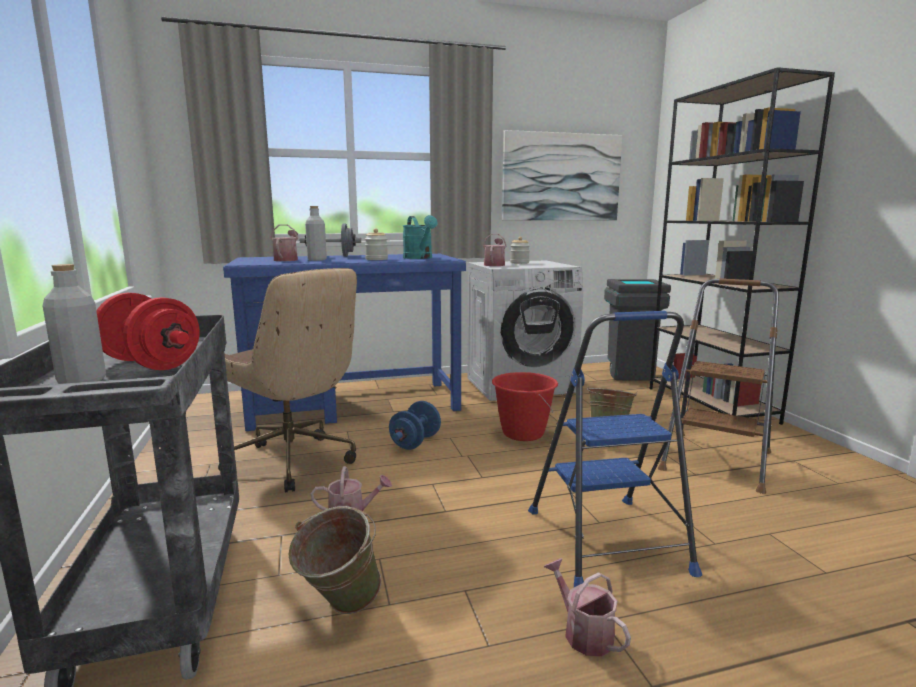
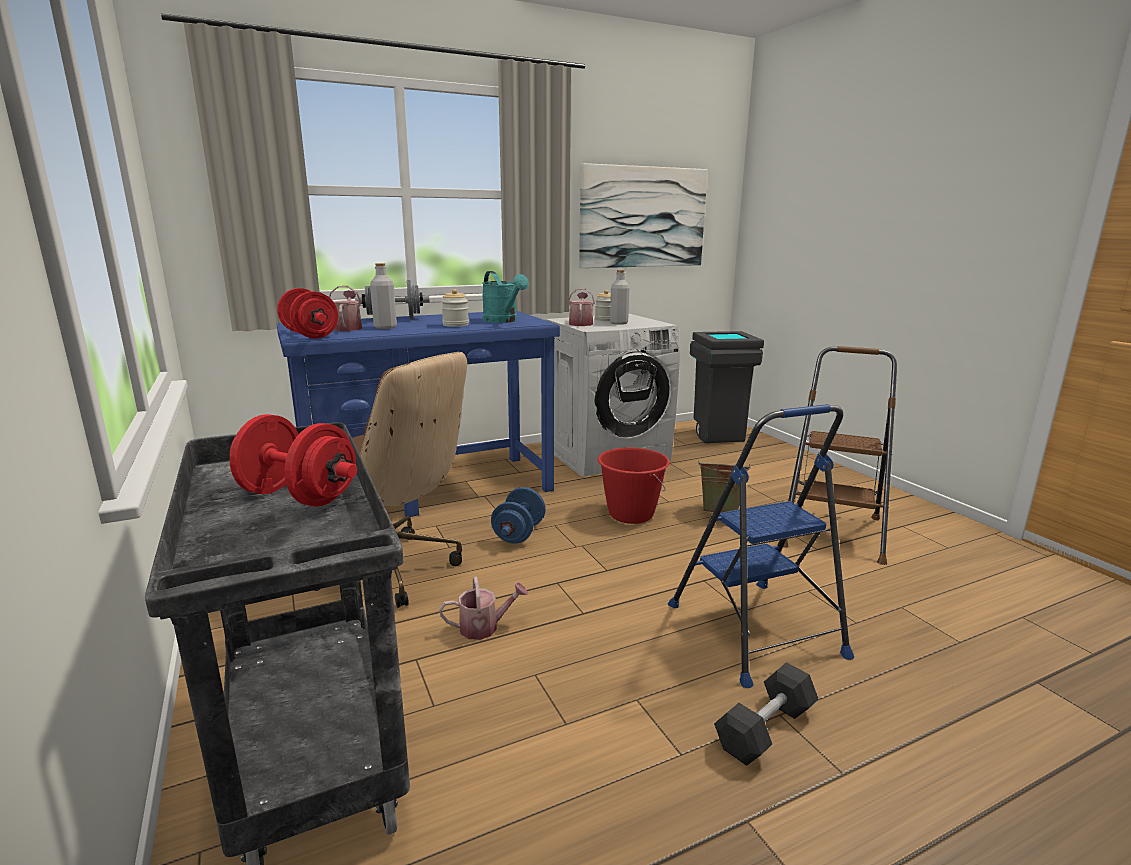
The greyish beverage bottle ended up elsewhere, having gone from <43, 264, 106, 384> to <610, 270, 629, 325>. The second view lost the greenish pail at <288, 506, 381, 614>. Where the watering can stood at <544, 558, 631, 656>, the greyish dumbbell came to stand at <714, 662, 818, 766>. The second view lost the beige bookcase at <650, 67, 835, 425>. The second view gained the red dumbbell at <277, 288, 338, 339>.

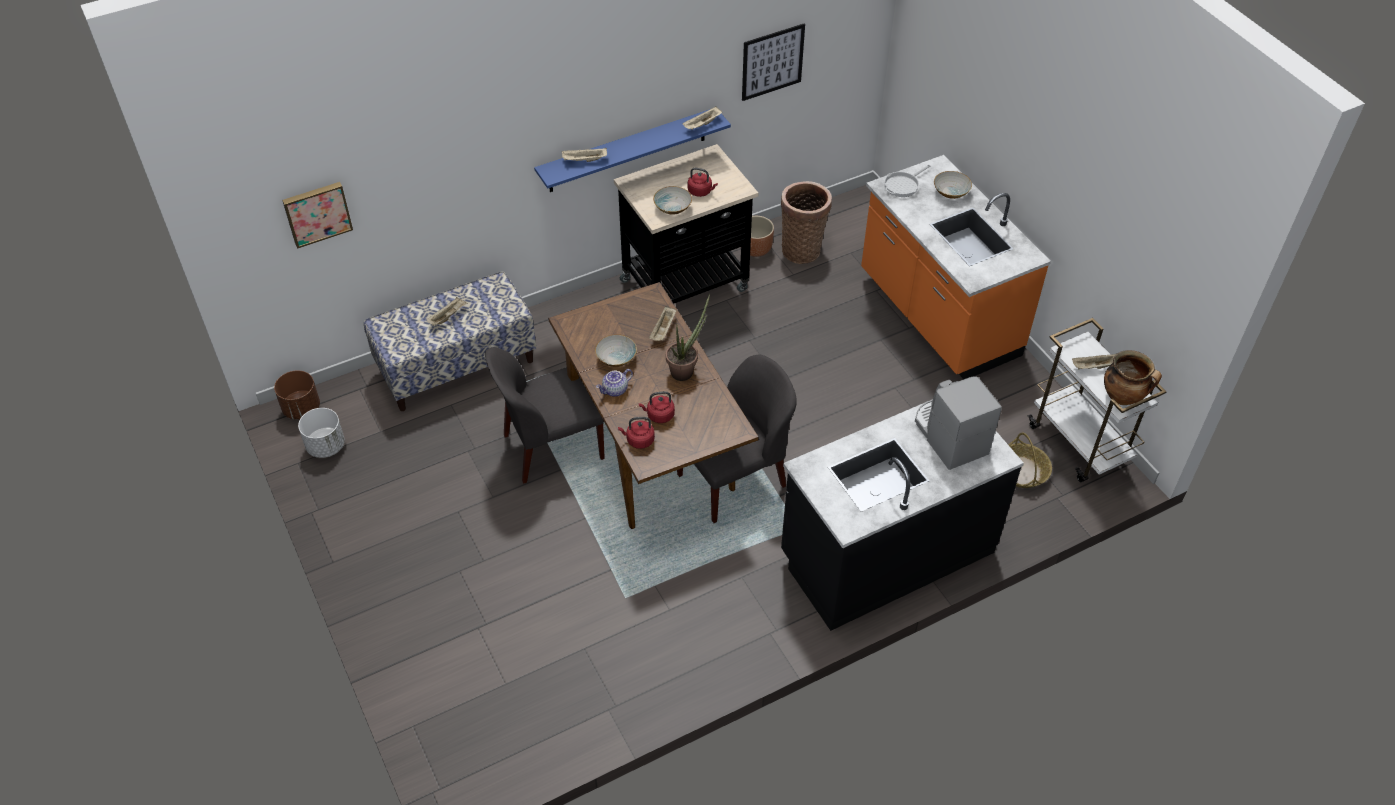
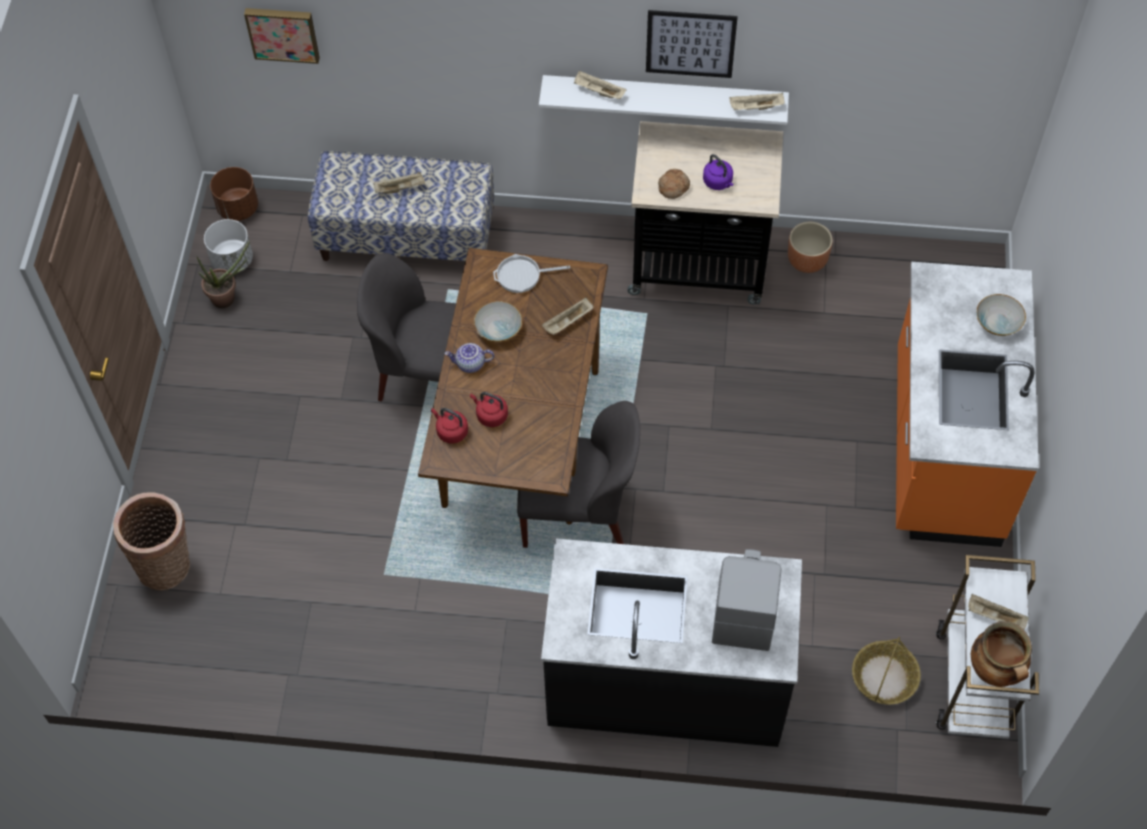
What was the blue wall shelf at <534, 109, 731, 192> turned into the white-coloured wall shelf at <539, 75, 789, 125>. Where the serving bowl stood at <653, 186, 692, 215>, the baked bread came to stand at <658, 169, 690, 199>. The houseplant ended up elsewhere, having gone from <666, 294, 710, 381> to <196, 241, 250, 308>. What was the red water kettle at <688, 168, 718, 197> turned into the purplish water kettle at <703, 154, 734, 190>. The wall art ended up elsewhere, having gone from <742, 24, 805, 101> to <646, 10, 738, 78>. The household basket ended up elsewhere, having gone from <781, 181, 832, 264> to <113, 492, 190, 590>. The frying pan ended up elsewhere, having gone from <885, 165, 930, 197> to <493, 254, 570, 293>.

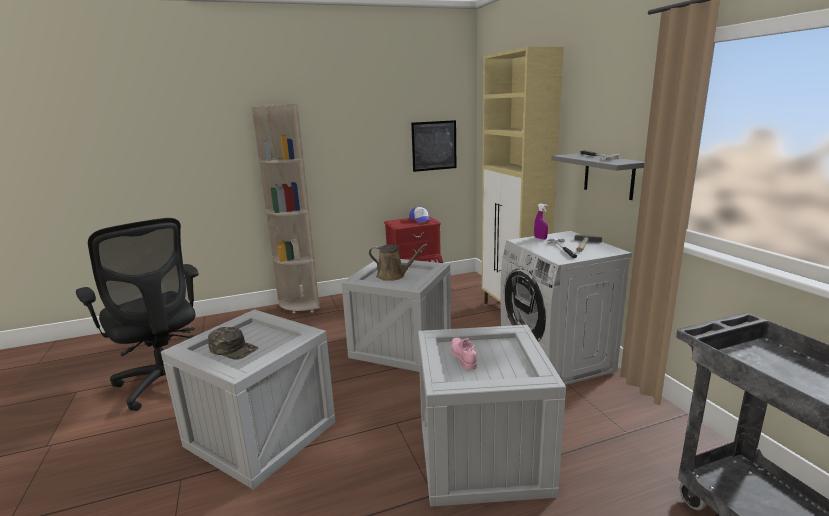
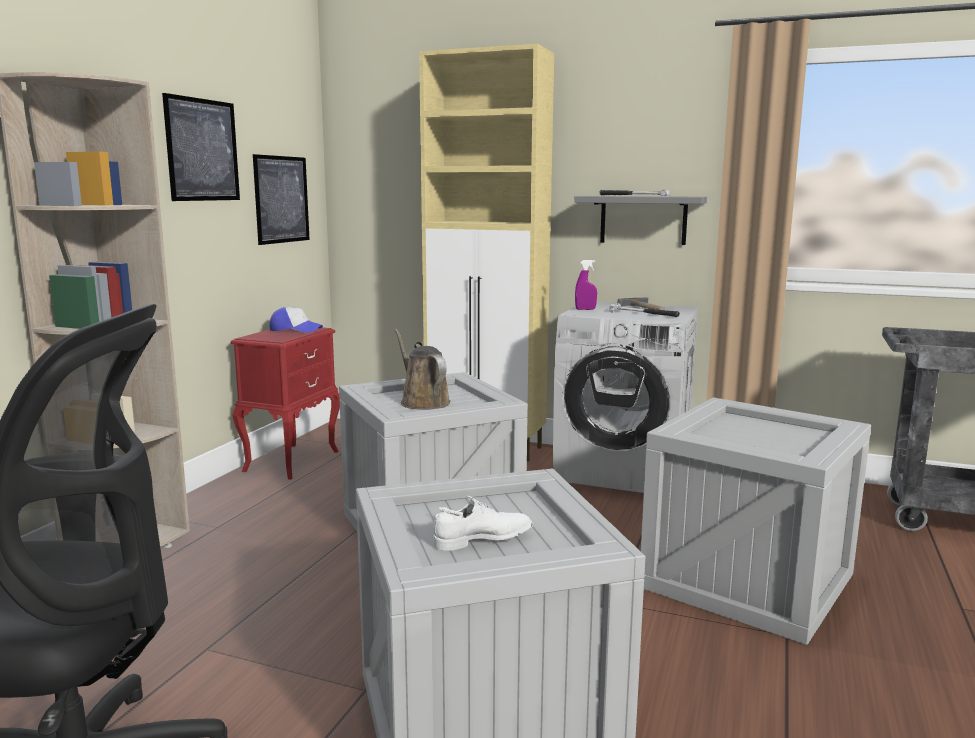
Where the greenish baseball cap stood at <208, 327, 258, 360>, the white-coloured low shoe came to stand at <433, 496, 533, 551>. The brown watering can at <369, 244, 428, 281> ended up facing another way, 90 degrees counterclockwise from before. The second view lost the pink-coloured low shoe at <451, 337, 477, 370>. The second view gained the wall art at <162, 93, 240, 201>.

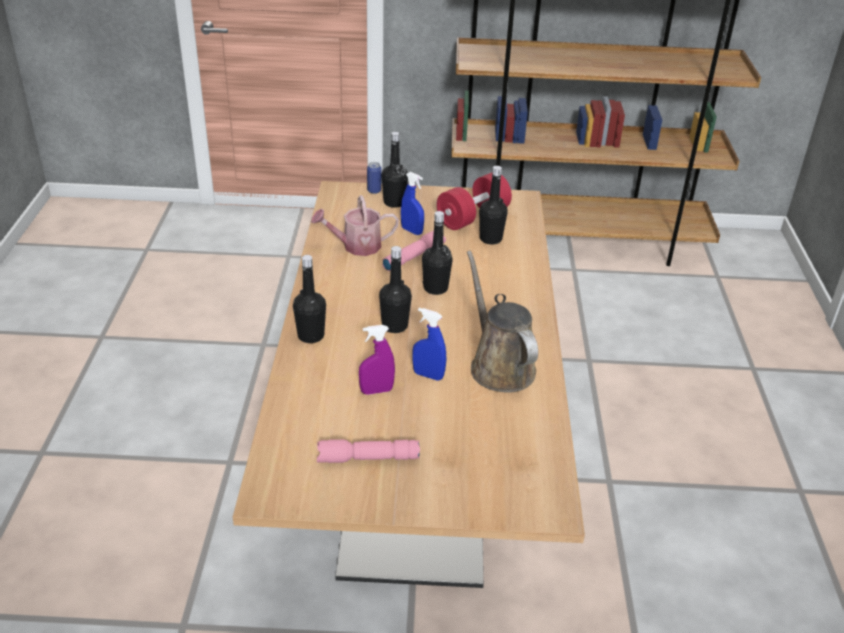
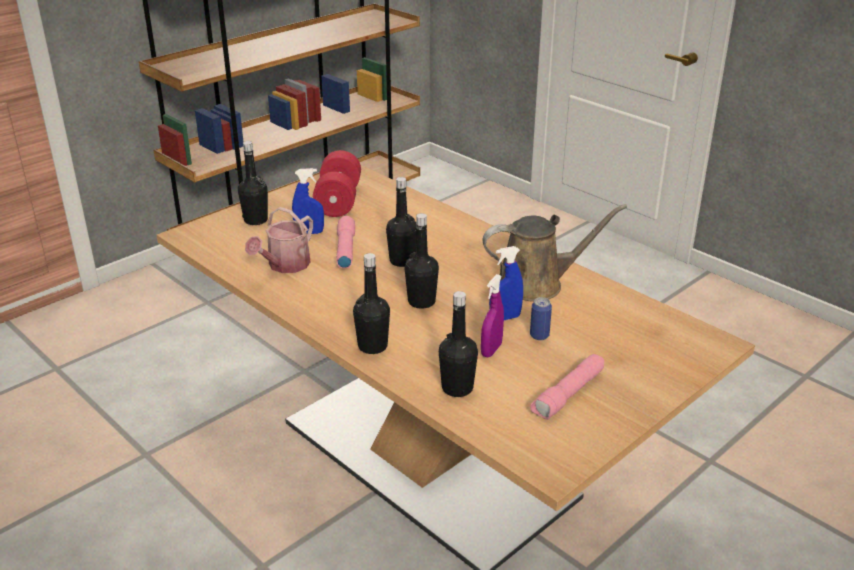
The metal can ended up elsewhere, having gone from <367, 162, 381, 194> to <530, 297, 552, 340>. The brown watering can at <467, 251, 538, 393> ended up facing another way, 150 degrees clockwise from before. The blackish beverage bottle ended up elsewhere, having gone from <479, 166, 508, 244> to <439, 291, 478, 397>.

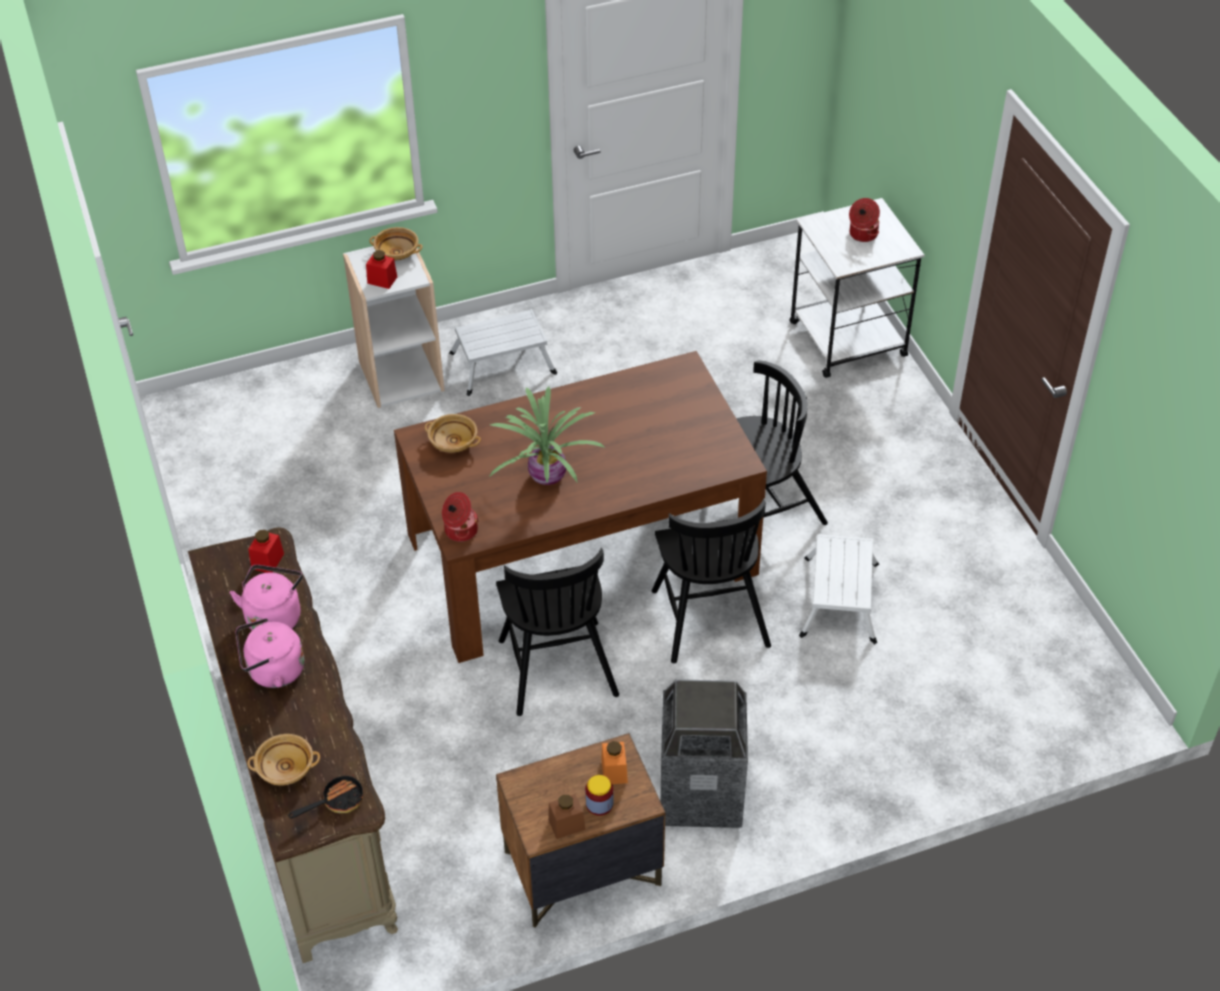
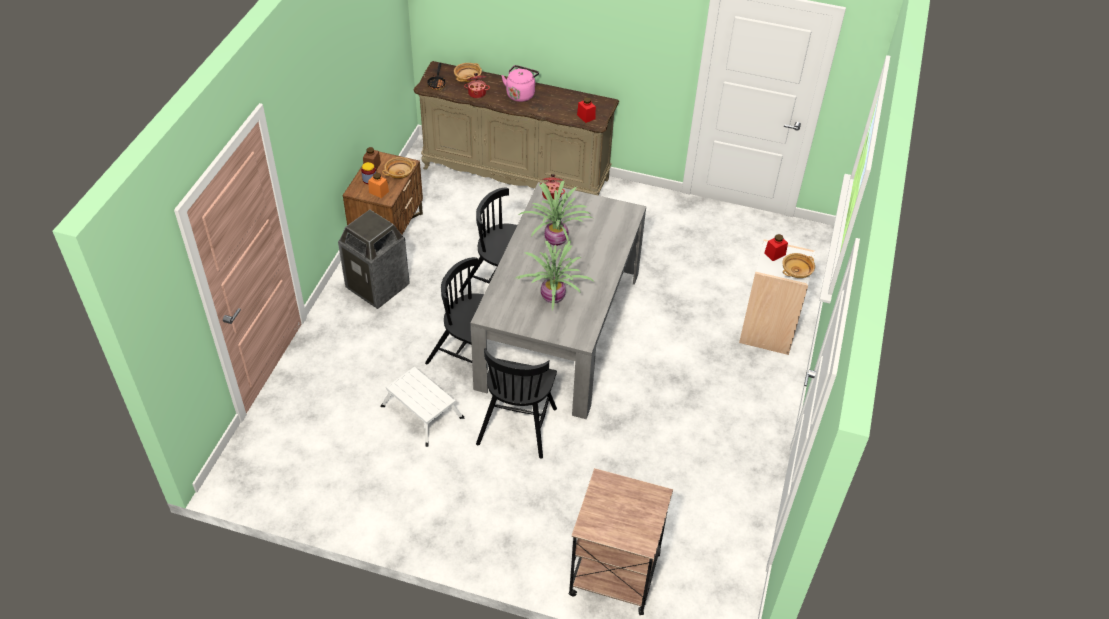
The second view lost the pink-coloured water kettle at <230, 565, 303, 630>. What was the brown dinner table at <394, 351, 767, 663> turned into the greyish dinner table at <471, 182, 646, 419>. The beige serving bowl ended up elsewhere, having gone from <425, 414, 481, 453> to <382, 157, 416, 179>. The second view lost the white-coloured step ladder at <449, 309, 557, 396>. What was the white-coloured wheeled cart at <789, 198, 925, 378> turned into the brown wheeled cart at <569, 468, 673, 615>. The saucepot ended up elsewhere, having gone from <849, 198, 880, 242> to <464, 73, 490, 98>. The second view gained the houseplant at <515, 240, 594, 311>.

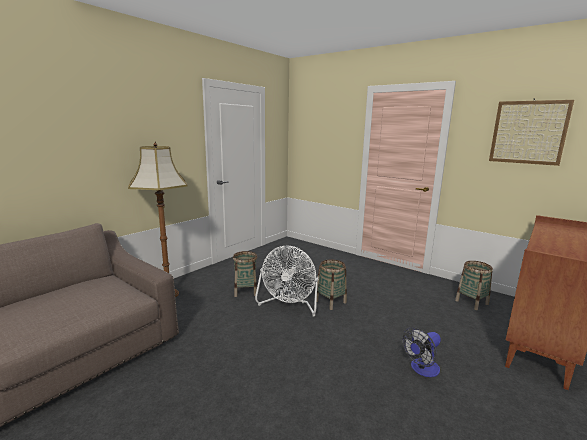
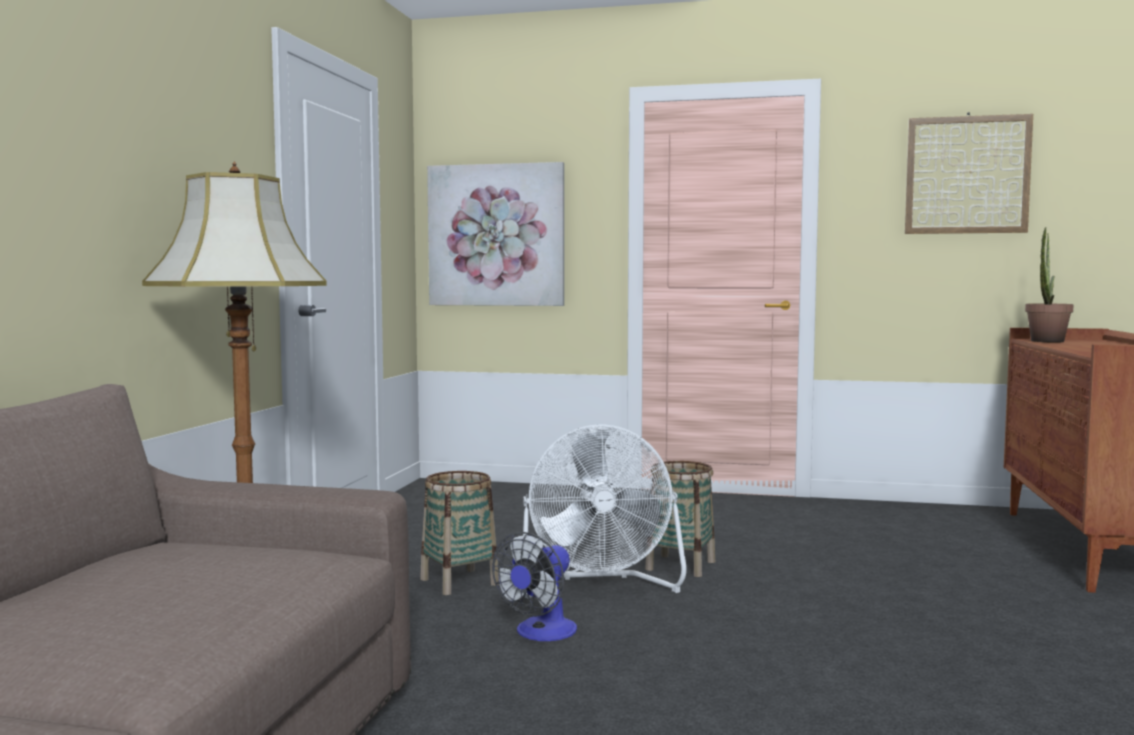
The electric fan ended up elsewhere, having gone from <403, 327, 441, 377> to <492, 532, 577, 641>. The second view lost the household basket at <455, 261, 493, 310>. The second view gained the wall art at <427, 162, 564, 306>. The second view gained the houseplant at <1025, 227, 1073, 342>.

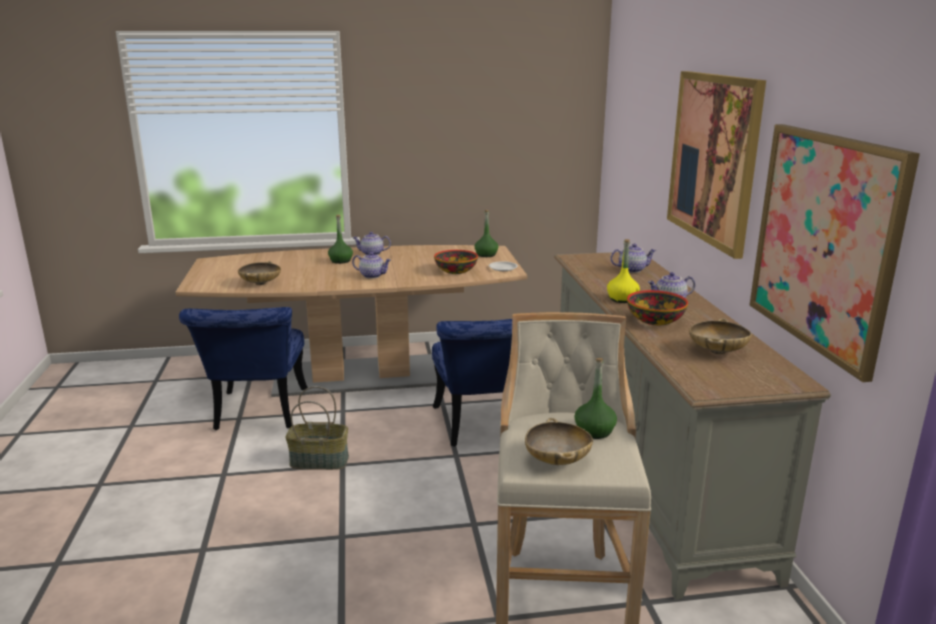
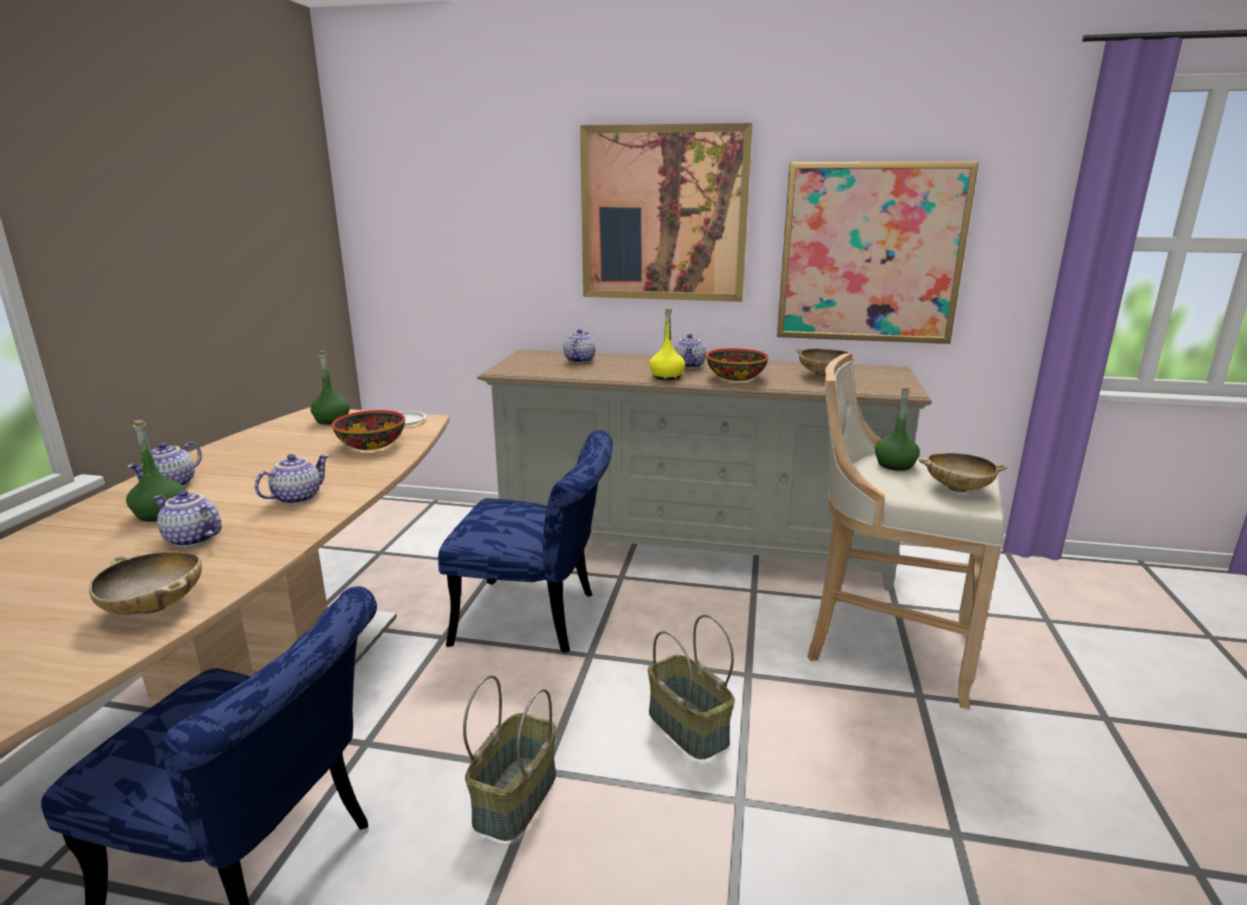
The second view gained the tea pot at <153, 490, 222, 547>. The second view gained the household basket at <648, 614, 735, 759>.

